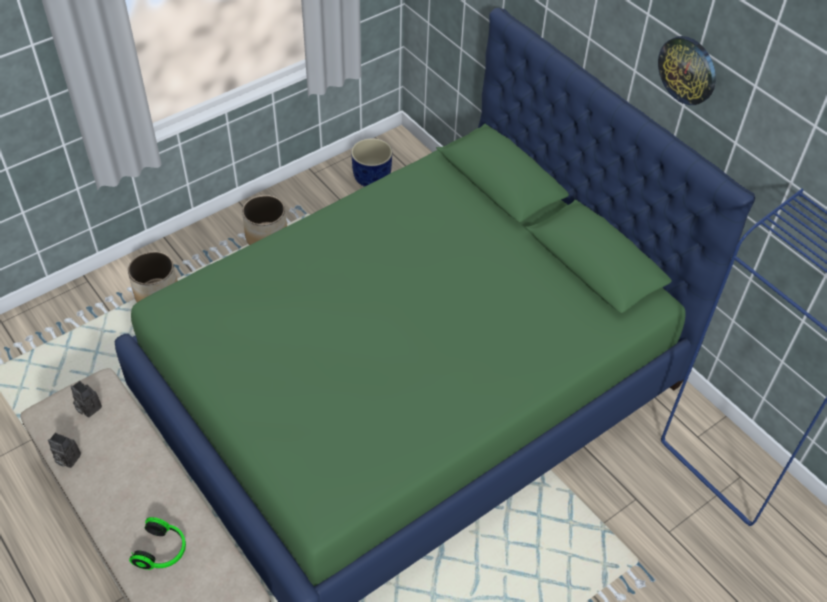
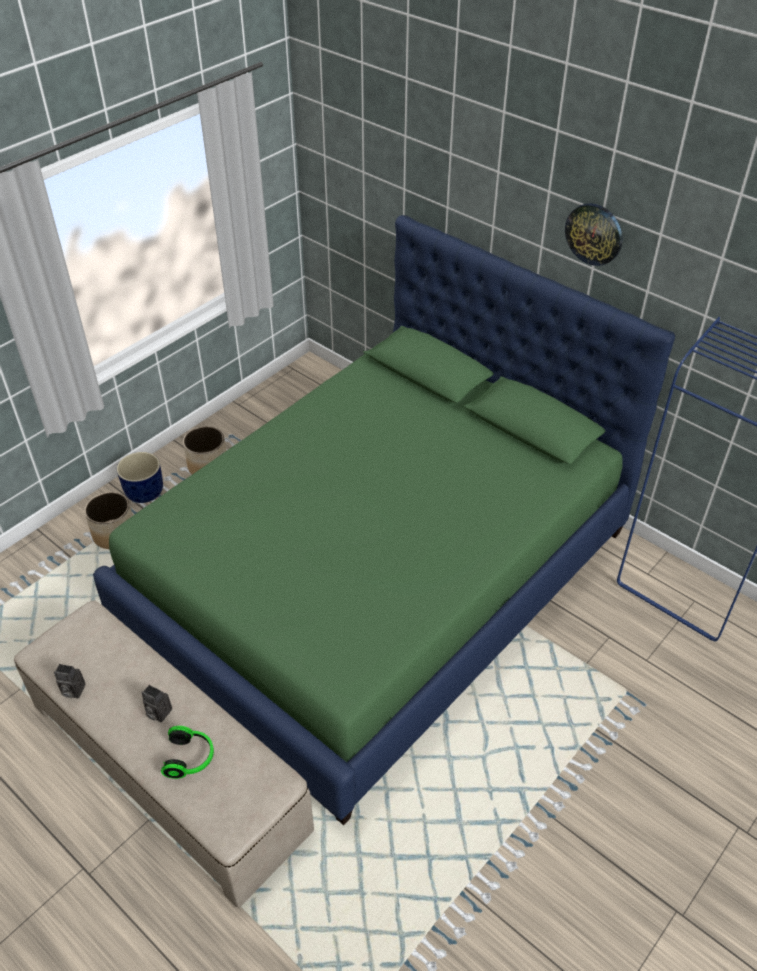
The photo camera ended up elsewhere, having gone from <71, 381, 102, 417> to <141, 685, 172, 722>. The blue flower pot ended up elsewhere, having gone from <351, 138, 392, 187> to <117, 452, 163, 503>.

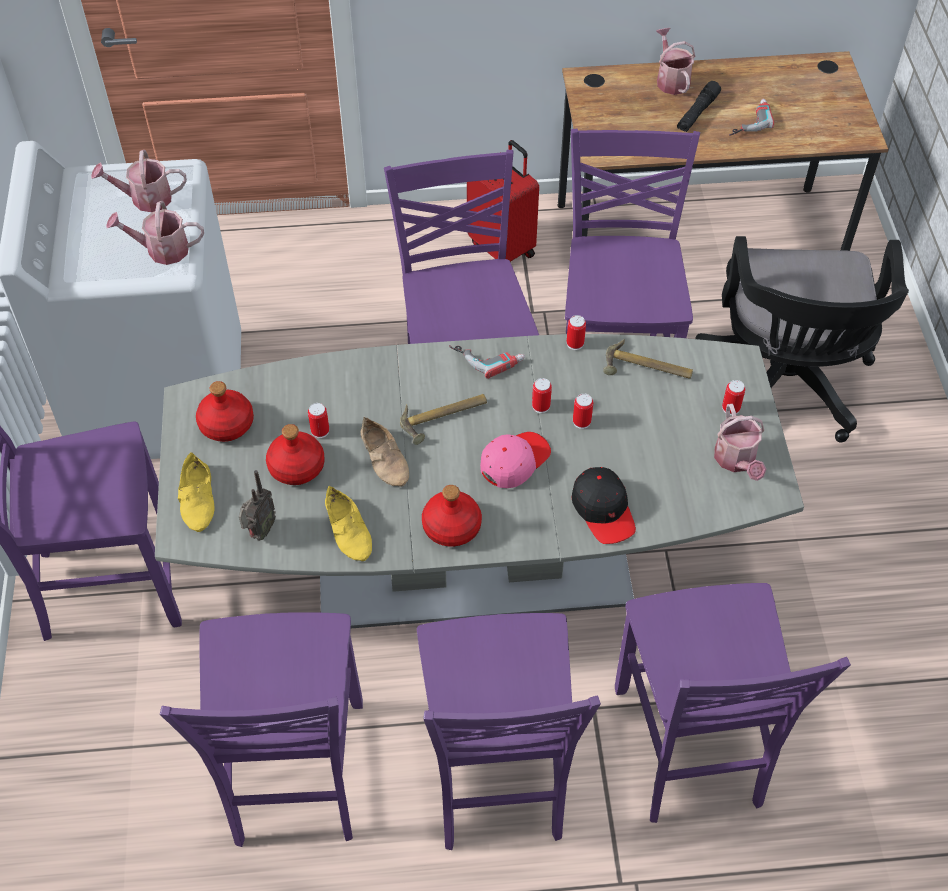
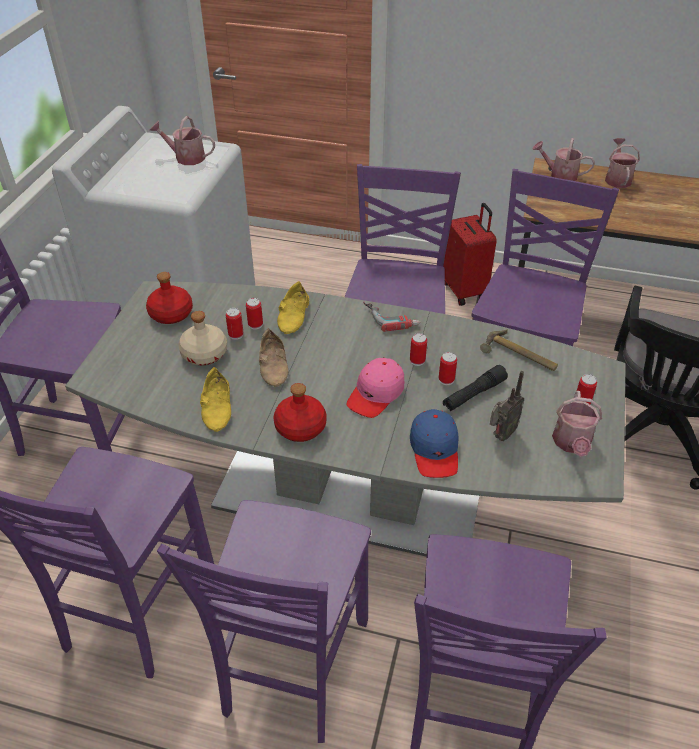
The watering can ended up elsewhere, having gone from <106, 201, 204, 265> to <532, 138, 595, 181>. The yellowish low shoe ended up elsewhere, having gone from <178, 452, 215, 532> to <277, 281, 309, 334>. The radio receiver ended up elsewhere, having gone from <239, 470, 276, 541> to <490, 371, 525, 441>. What was the red beverage bottle at <266, 424, 324, 485> turned into the beige beverage bottle at <178, 311, 227, 365>. The second view lost the hammer at <400, 394, 487, 445>. The pink-coloured baseball cap at <480, 432, 551, 488> ended up facing another way, 150 degrees clockwise from before. The metal can ended up elsewhere, having gone from <566, 315, 586, 350> to <246, 298, 263, 330>. What was the blackish baseball cap at <572, 467, 636, 544> turned into the blue baseball cap at <410, 409, 459, 478>. The blackish torch ended up elsewhere, having gone from <677, 81, 721, 132> to <443, 365, 508, 411>. The second view lost the drill at <729, 99, 774, 136>.

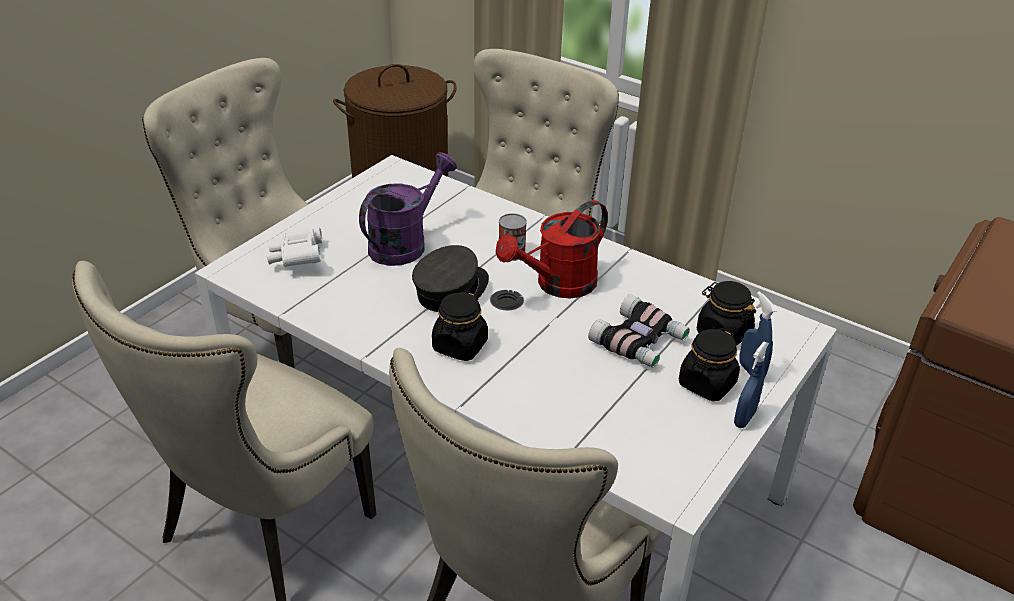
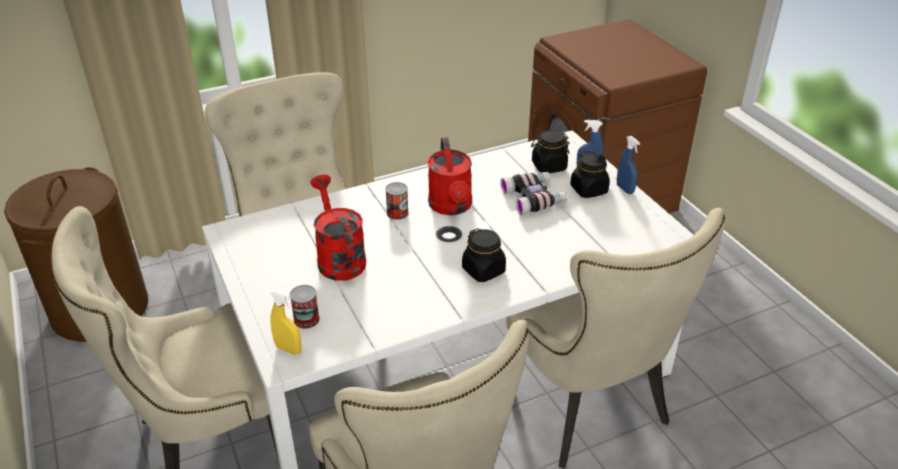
Where the white-coloured pair of binoculars stood at <267, 227, 322, 267>, the metal can came to stand at <290, 285, 320, 329>. What was the purplish watering can at <359, 152, 457, 266> turned into the red watering can at <310, 175, 366, 281>. The second view lost the greyish baseball cap at <412, 245, 489, 312>. The second view gained the yellowish spray bottle at <270, 290, 301, 355>.

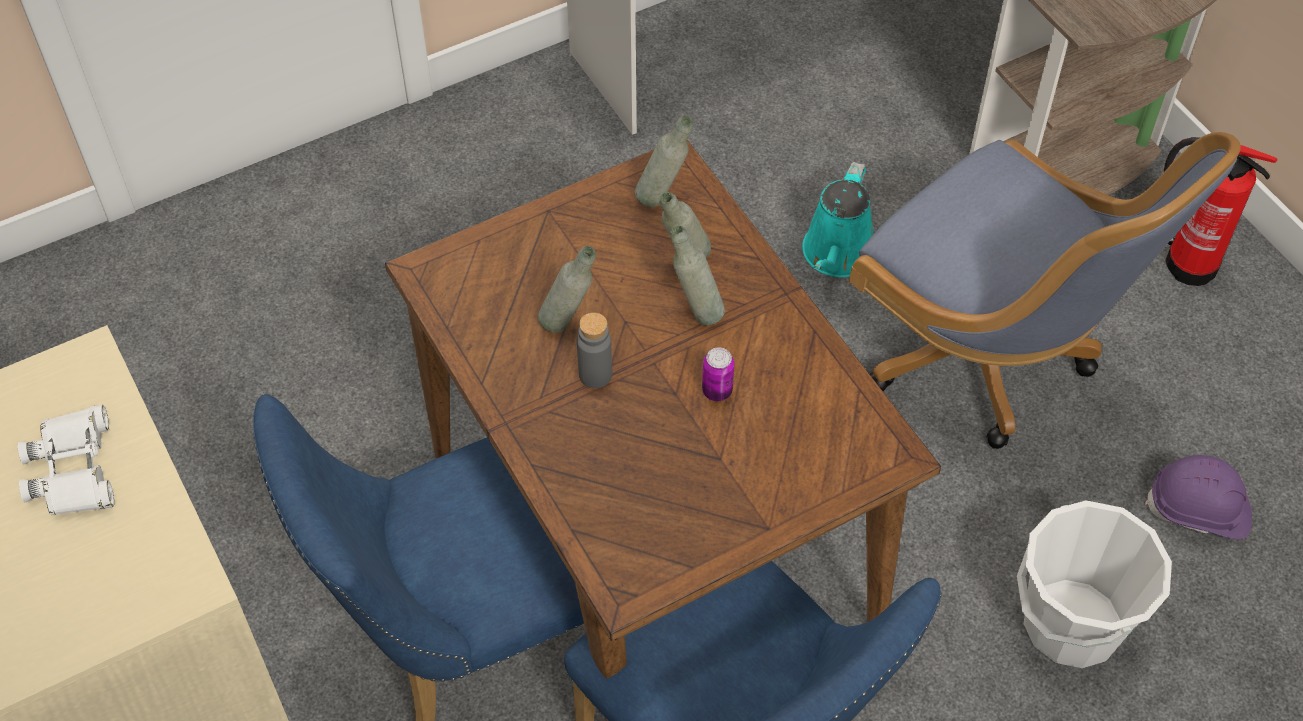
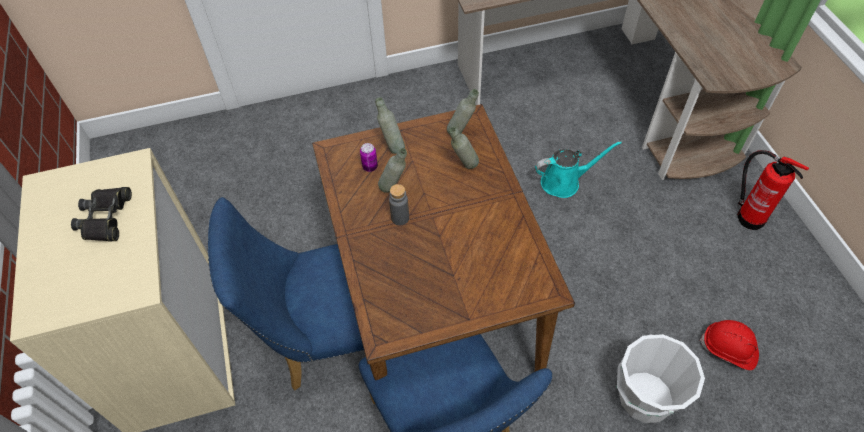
What was the white-coloured pair of binoculars at <18, 405, 114, 515> turned into the blackish pair of binoculars at <71, 187, 132, 242>. The greyish beverage bottle ended up elsewhere, having gone from <670, 226, 725, 325> to <375, 98, 405, 154>. The metal can ended up elsewhere, having gone from <702, 347, 734, 401> to <360, 143, 378, 172>. The turquoise-coloured watering can at <802, 162, 874, 278> ended up facing another way, 135 degrees counterclockwise from before. The second view lost the blue computer chair at <849, 132, 1241, 449>. What was the purplish hard hat at <1145, 455, 1252, 539> turned into the red hard hat at <700, 320, 759, 370>.

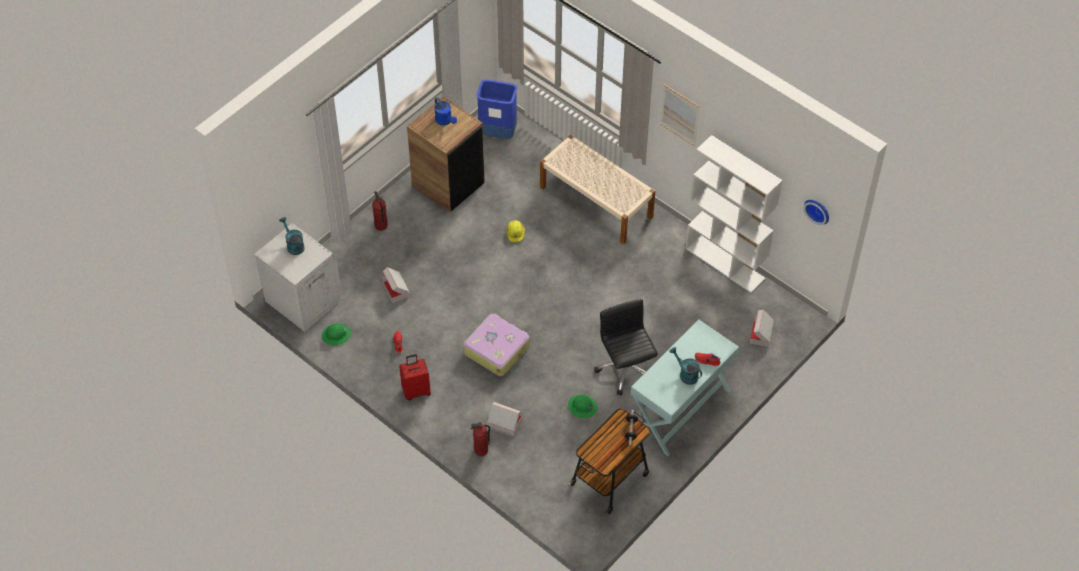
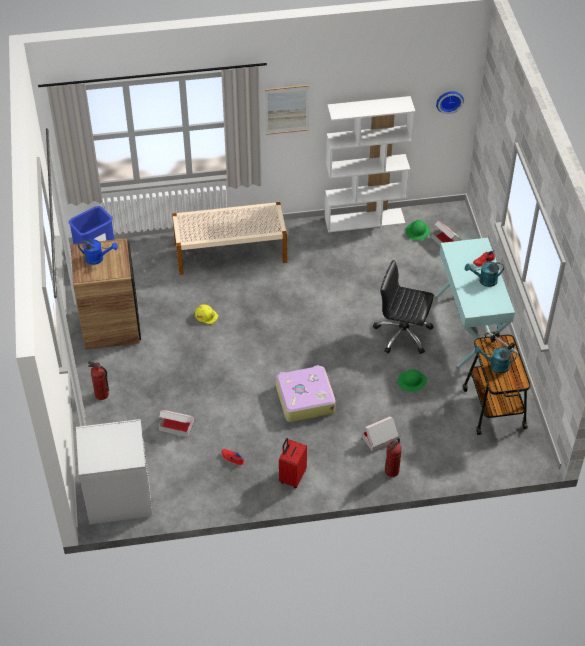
The turquoise-coloured watering can ended up elsewhere, having gone from <279, 217, 305, 255> to <475, 346, 517, 374>. The greenish hard hat ended up elsewhere, having gone from <322, 324, 351, 346> to <406, 220, 430, 241>.

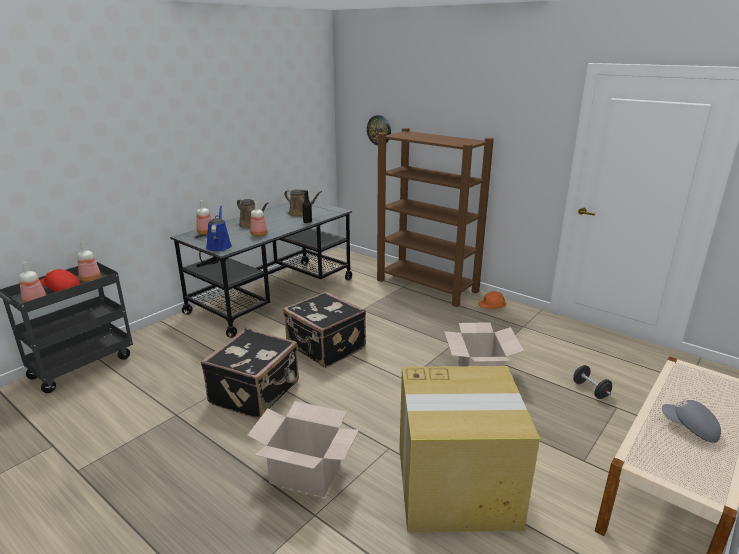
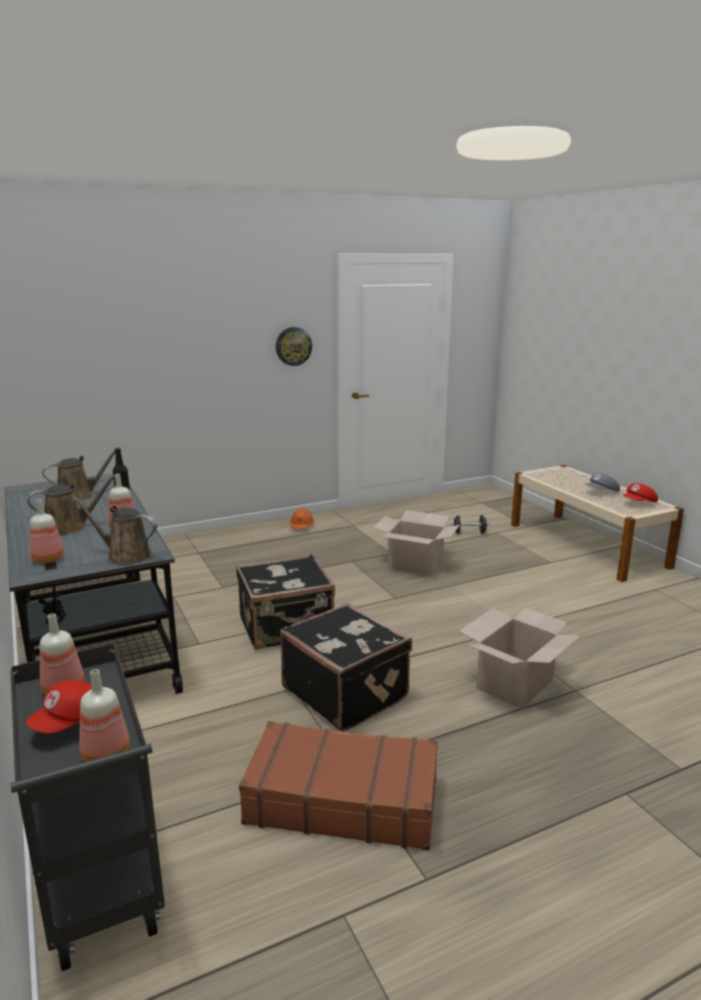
What was the blue watering can at <206, 205, 232, 251> turned into the brown watering can at <72, 497, 157, 565>. The wall clock ended up elsewhere, having gone from <367, 115, 391, 145> to <276, 327, 312, 366>. The second view lost the brown bookcase at <377, 128, 494, 307>. The second view lost the packing box at <399, 366, 540, 533>. The second view gained the brown travel case at <239, 721, 438, 851>. The second view gained the red baseball cap at <622, 483, 658, 502>.

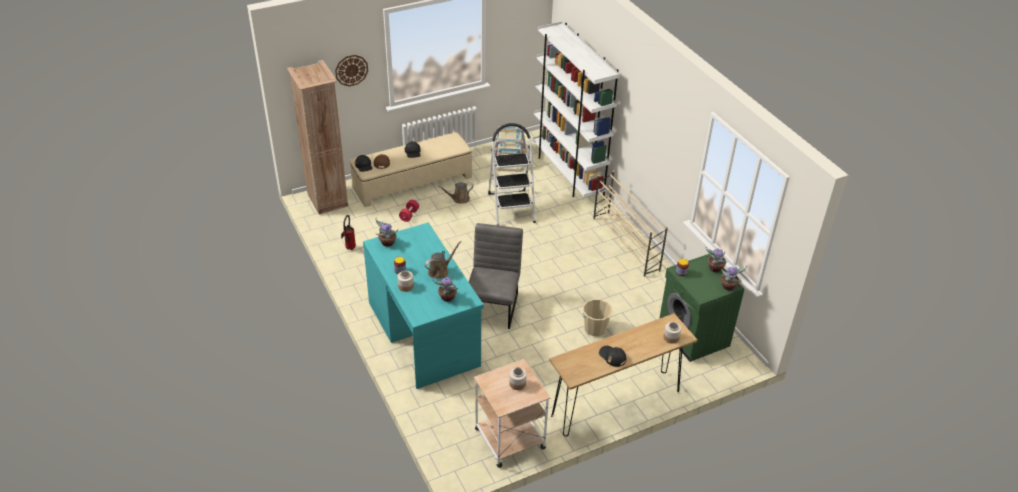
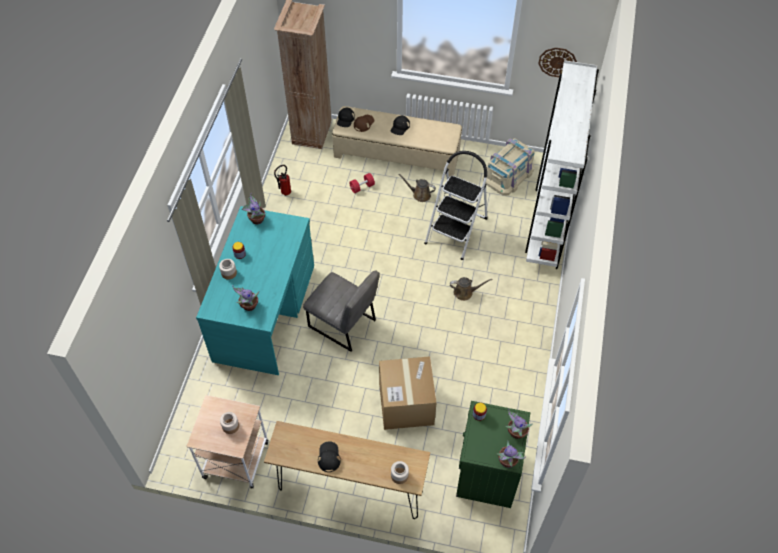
The wall clock ended up elsewhere, having gone from <335, 55, 368, 86> to <538, 48, 577, 77>. The brown watering can ended up elsewhere, having gone from <424, 241, 462, 279> to <450, 277, 492, 301>. The greyish chair at <469, 223, 523, 329> ended up facing another way, 75 degrees clockwise from before. Where the beige pail stood at <581, 299, 613, 336>, the packing box came to stand at <379, 356, 437, 430>. The second view lost the beige shoe rack at <593, 170, 668, 277>.

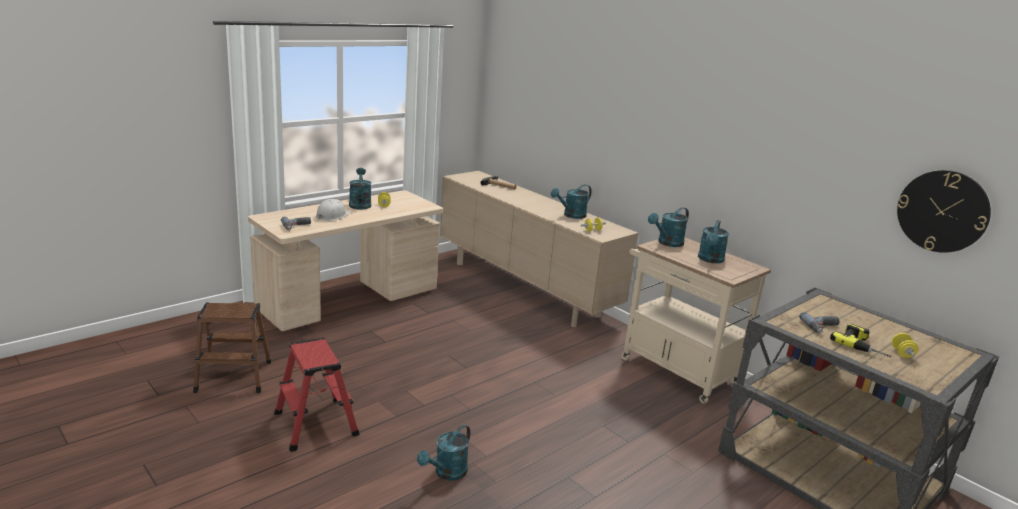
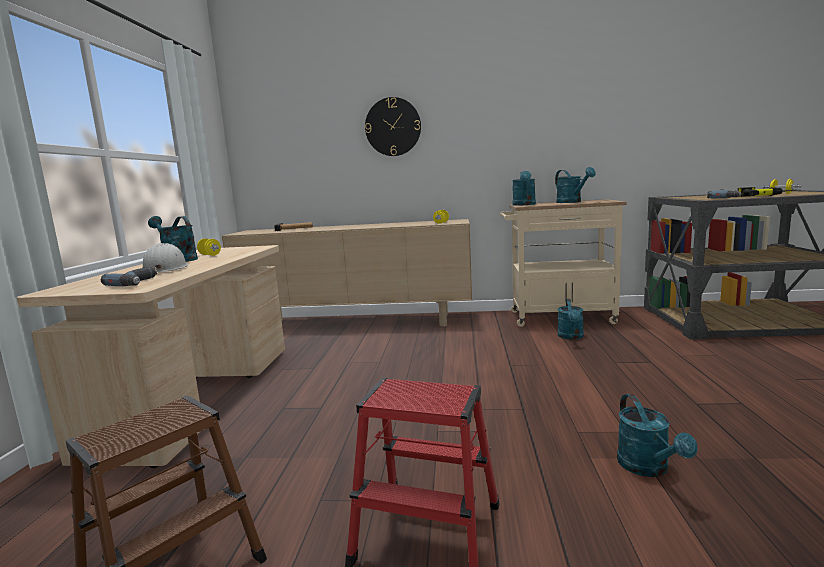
The turquoise-coloured watering can ended up elsewhere, having gone from <551, 184, 592, 219> to <557, 299, 584, 340>. The wall clock ended up elsewhere, having gone from <897, 170, 991, 253> to <365, 97, 421, 156>.

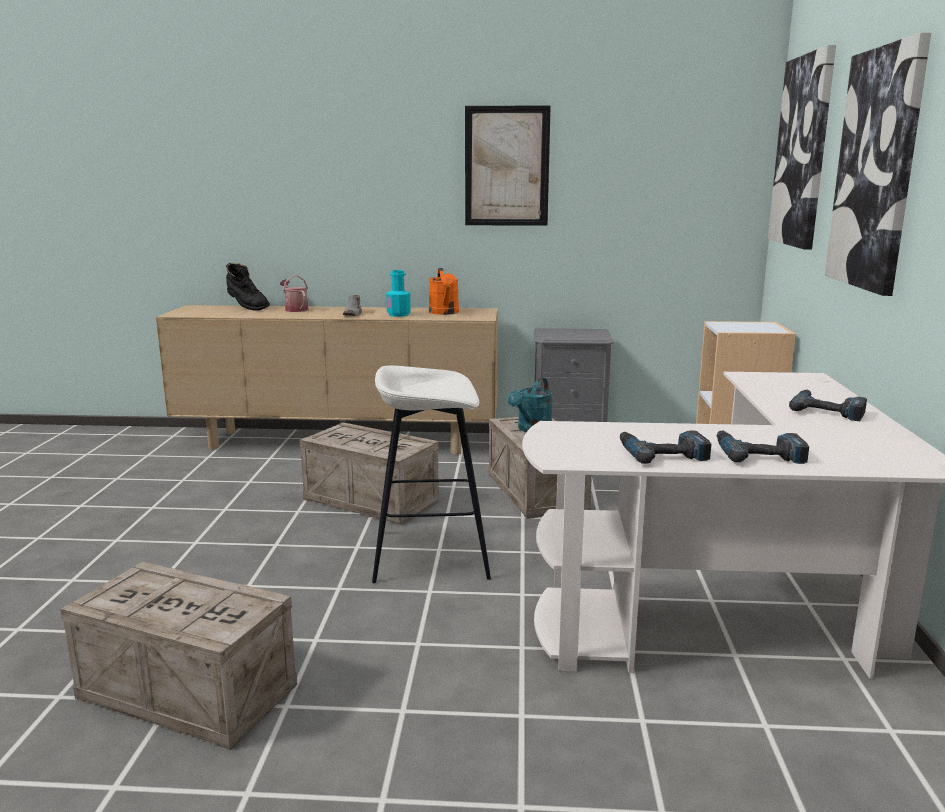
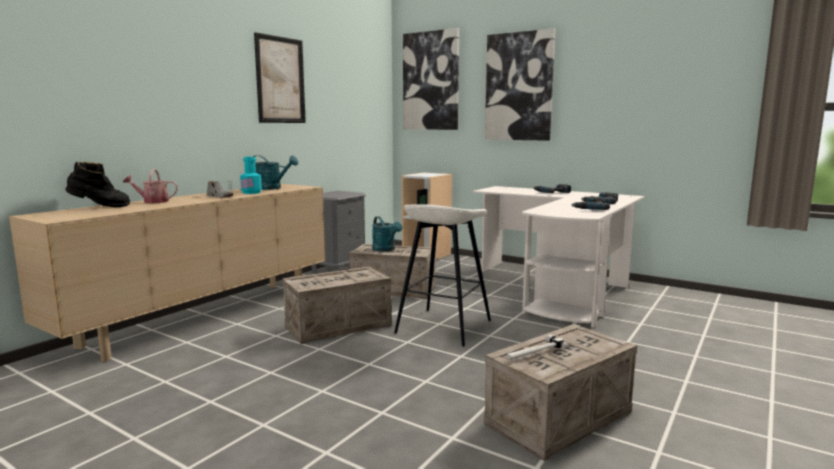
What was the orange-coloured watering can at <429, 268, 459, 315> turned into the turquoise-coloured watering can at <253, 155, 298, 190>. The second view gained the hammer at <506, 334, 568, 360>.

